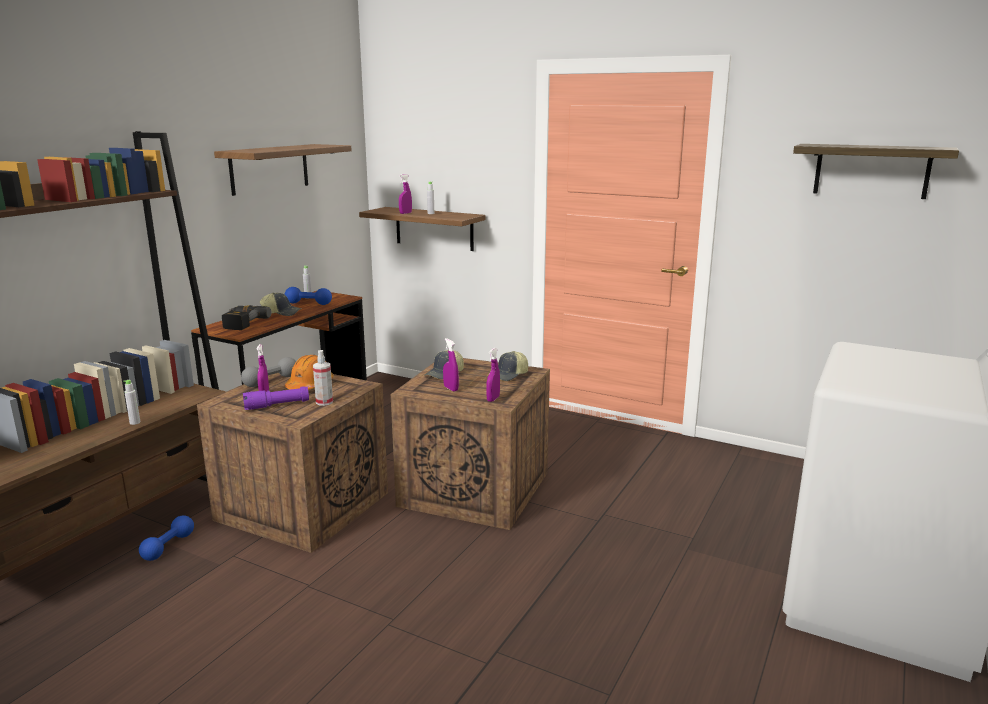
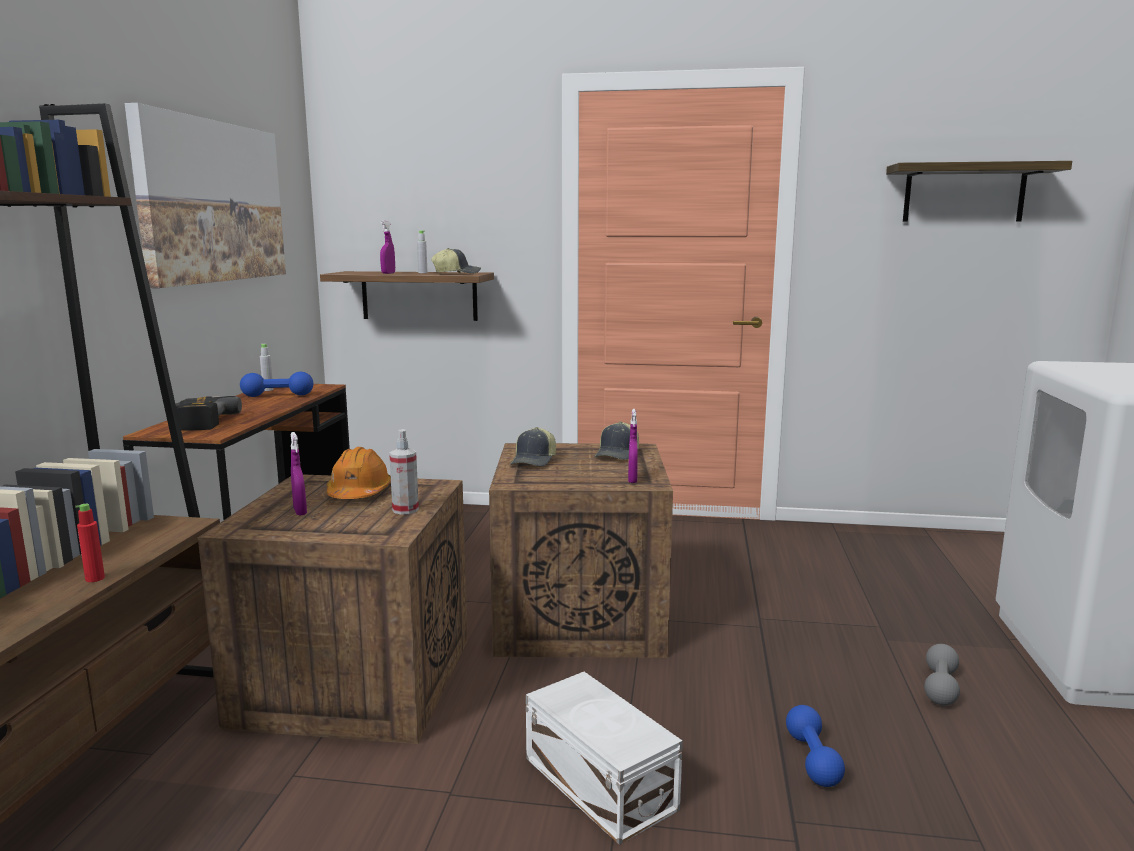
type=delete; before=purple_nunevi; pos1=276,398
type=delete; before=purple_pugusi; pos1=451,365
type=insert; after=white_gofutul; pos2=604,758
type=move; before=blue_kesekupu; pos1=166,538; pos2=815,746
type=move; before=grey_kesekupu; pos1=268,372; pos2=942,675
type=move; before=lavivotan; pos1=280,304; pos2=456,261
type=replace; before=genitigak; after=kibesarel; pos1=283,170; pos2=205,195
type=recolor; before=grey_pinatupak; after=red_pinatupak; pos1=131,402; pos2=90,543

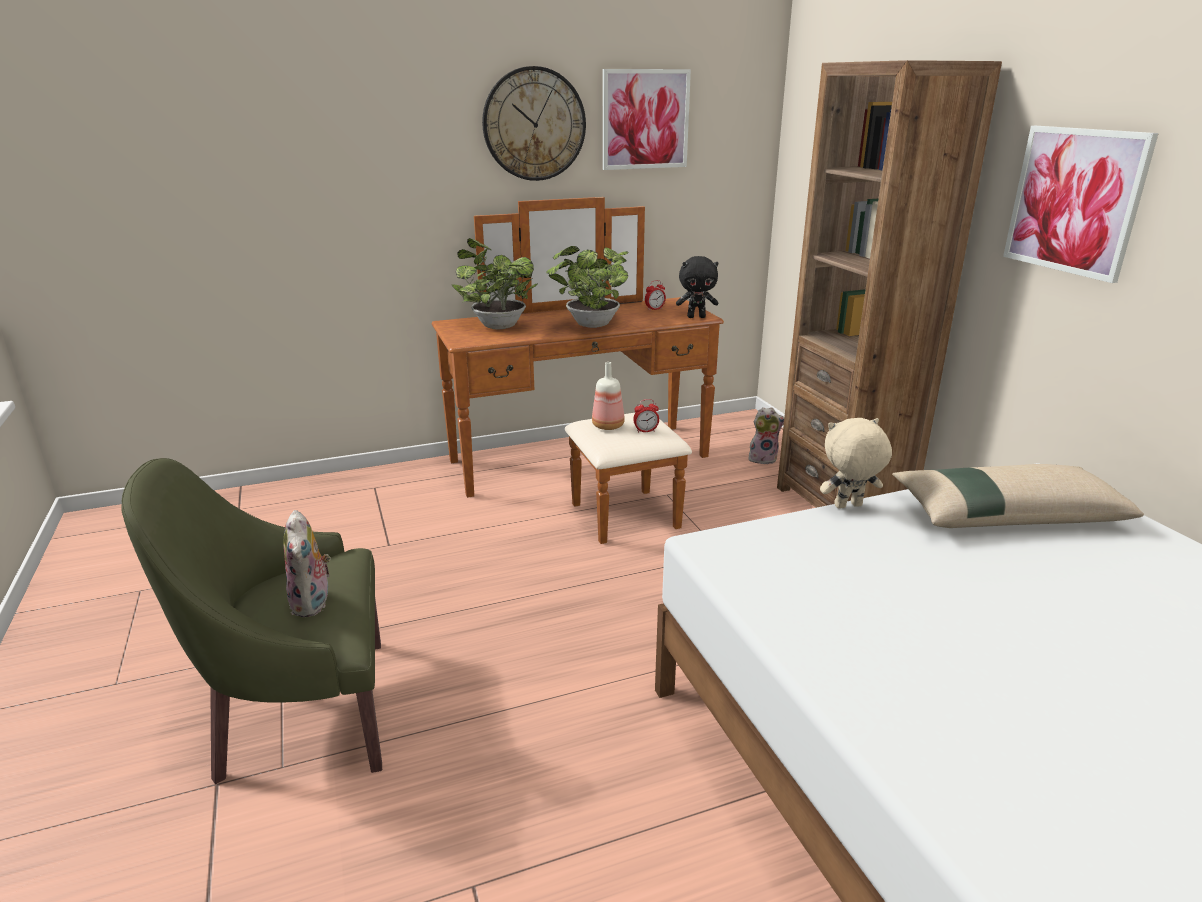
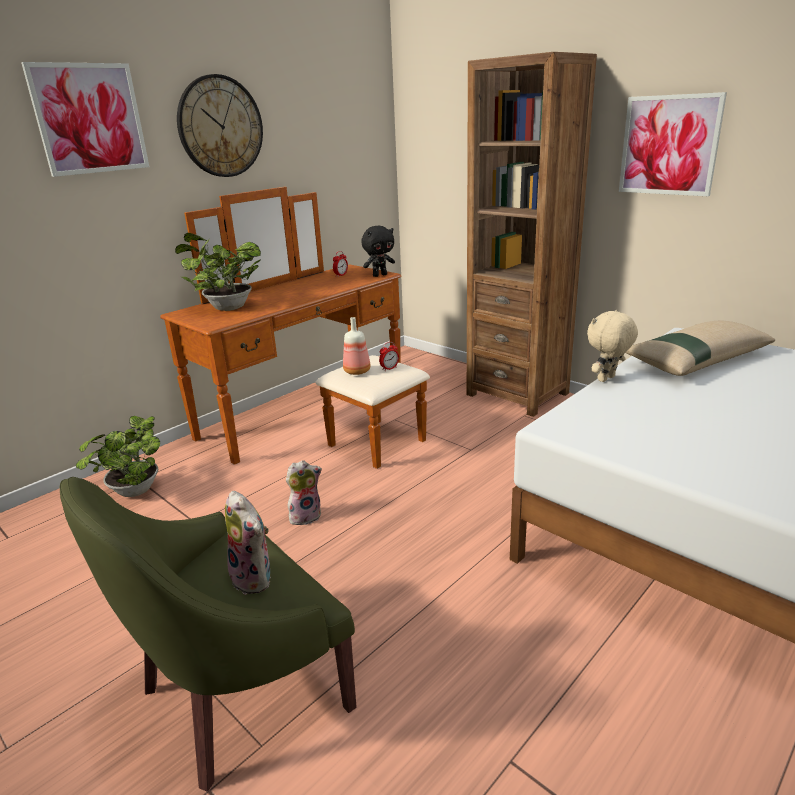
type=move; before=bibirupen; pos1=587,287; pos2=118,456
type=move; before=kibesarel; pos1=646,119; pos2=85,119
type=move; before=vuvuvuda; pos1=766,435; pos2=304,492

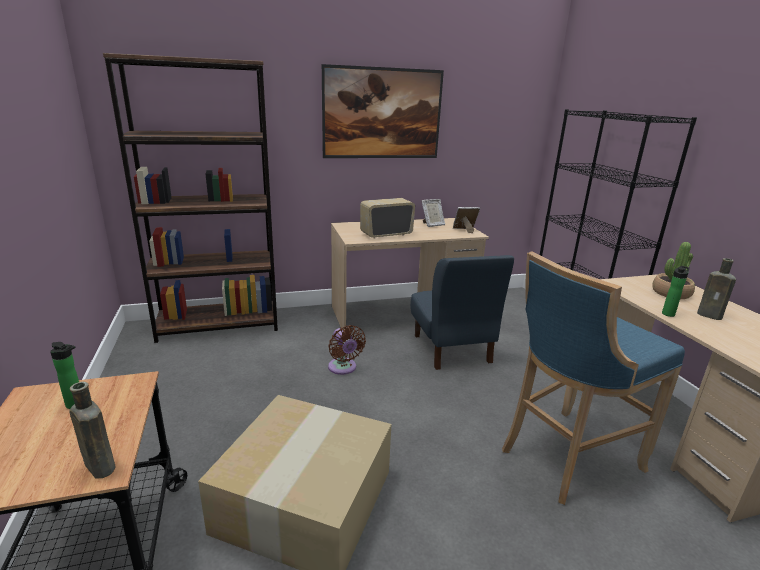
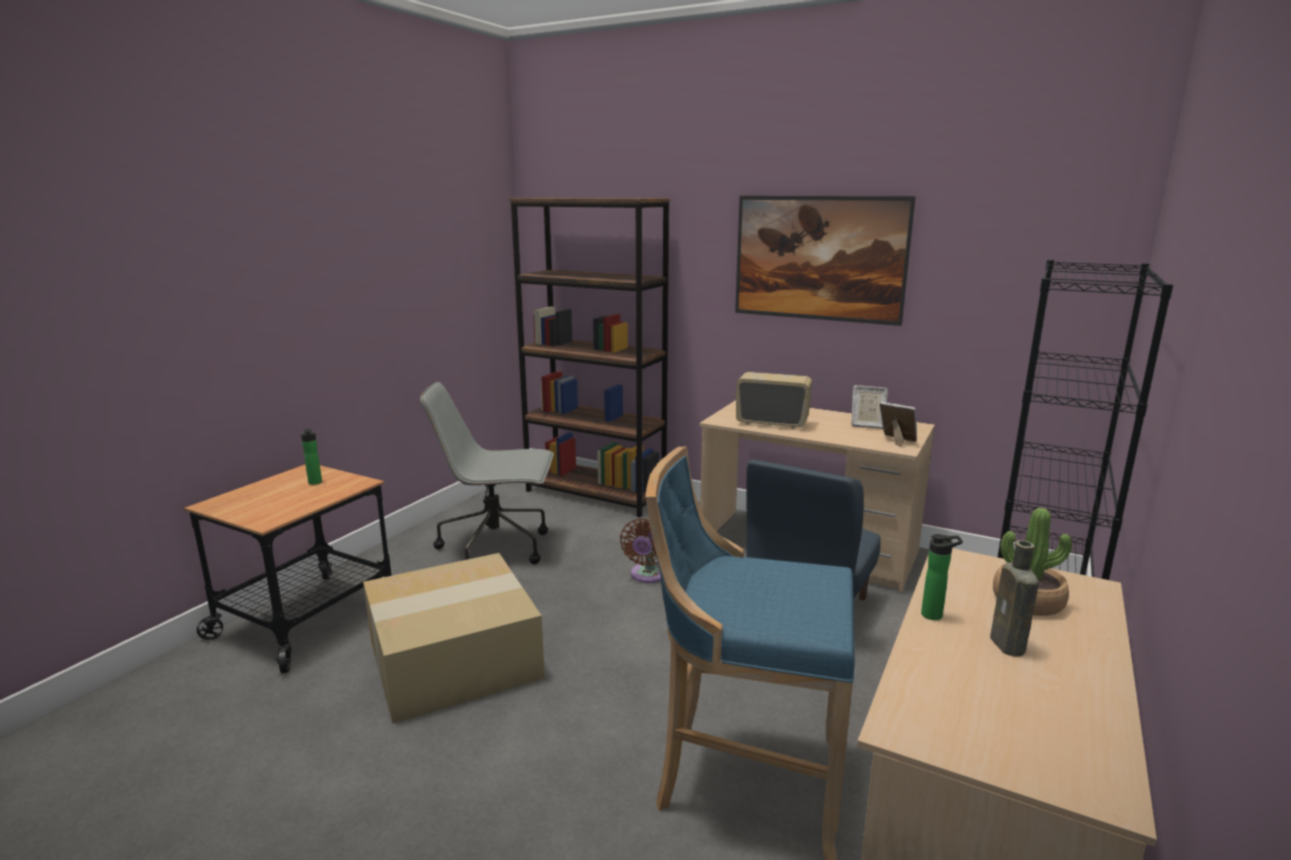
type=delete; before=brown_pinatupak; pos1=92,430
type=insert; after=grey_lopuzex; pos2=487,473

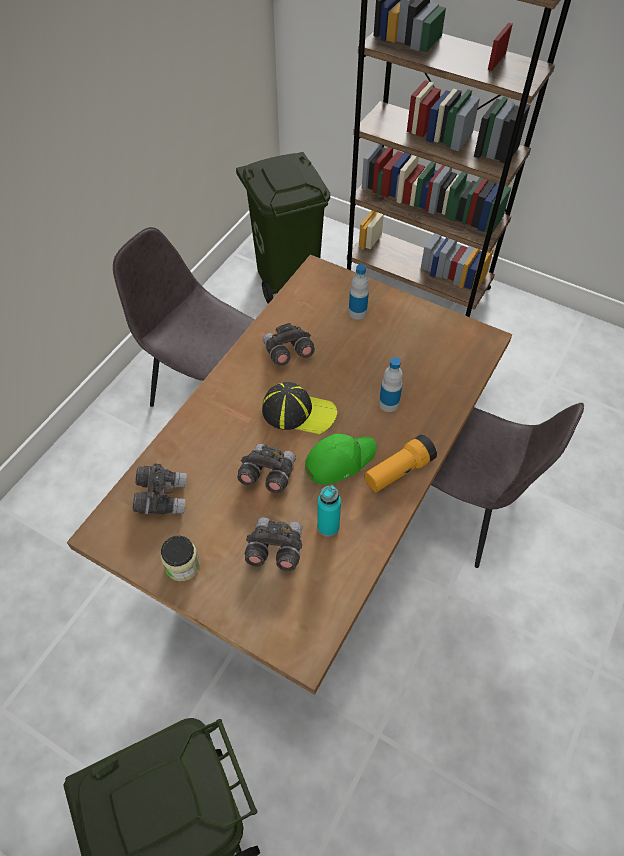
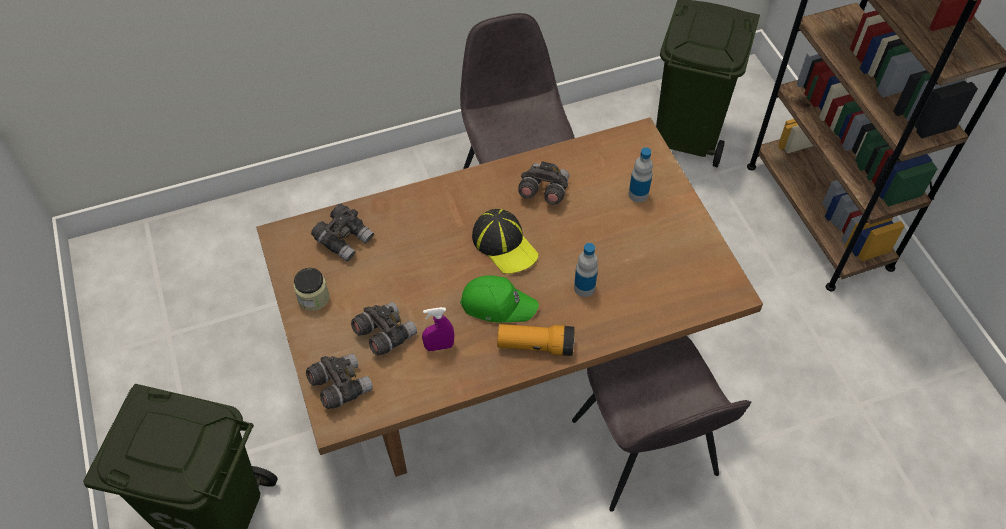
type=move; before=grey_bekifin; pos1=266,469; pos2=339,381
type=replace; before=turquoise_pinatupak; after=purple_pugusi; pos1=329,510; pos2=438,329

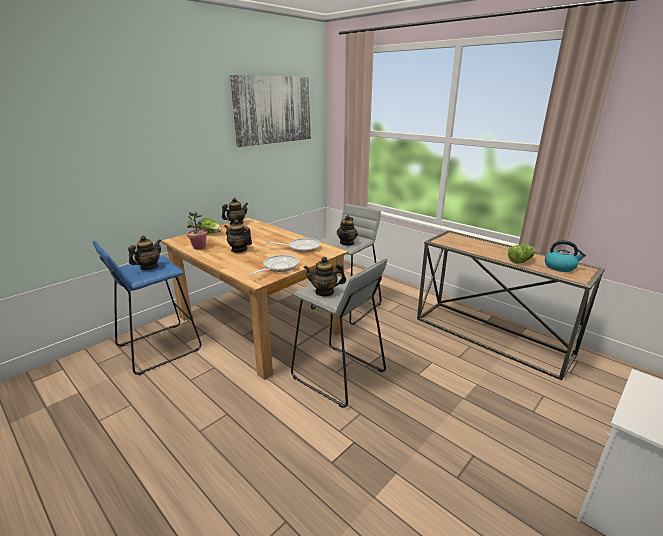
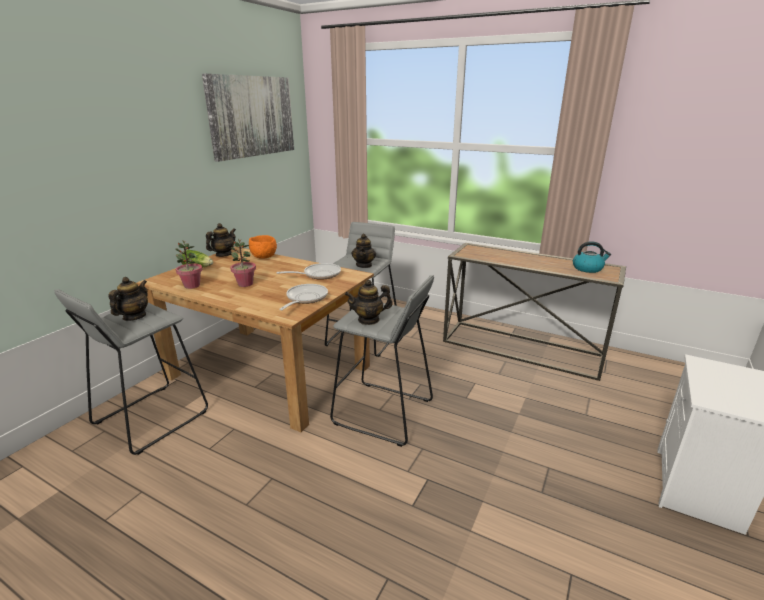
type=delete; before=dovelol; pos1=521,254
type=insert; after=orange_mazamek; pos2=263,247
type=replace; before=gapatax; after=bibirupen; pos1=238,236; pos2=243,263
type=recolor; before=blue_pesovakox; after=grey_pesovakox; pos1=146,308; pos2=131,372

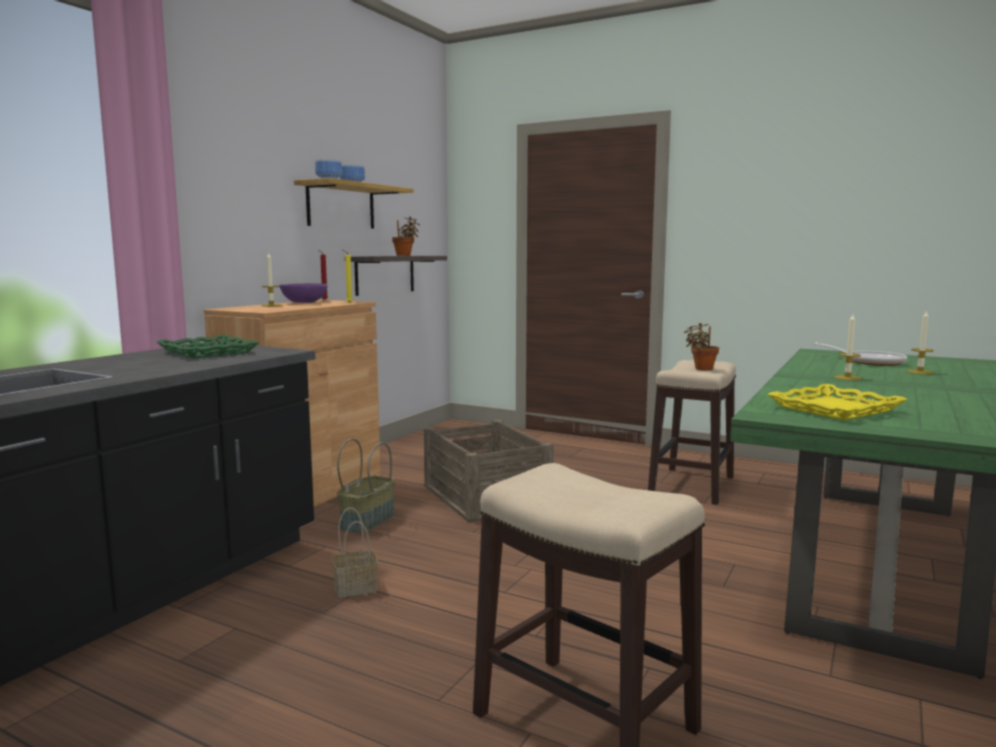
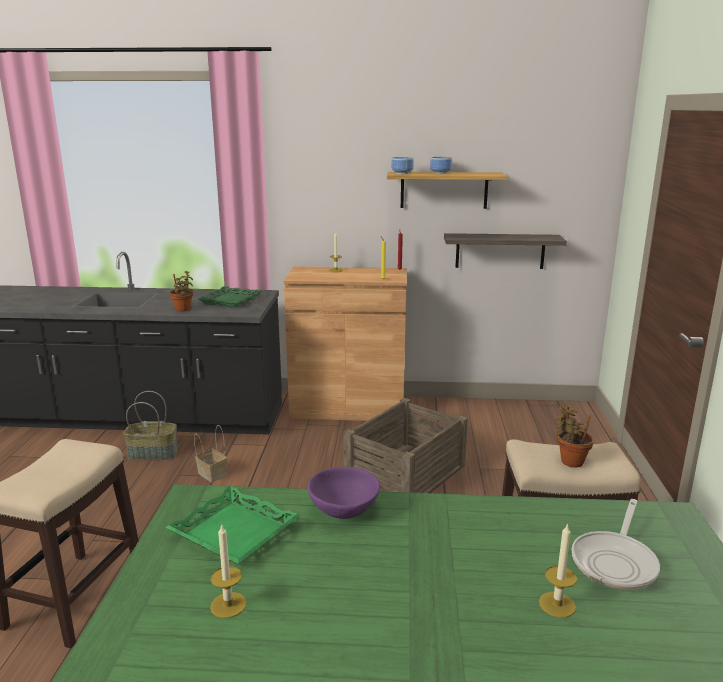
type=move; before=purple_mazamek; pos1=303,293; pos2=343,493
type=move; before=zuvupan; pos1=366,486; pos2=150,425
type=move; before=bibirupen; pos1=406,236; pos2=181,291
type=move; before=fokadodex; pos1=847,347; pos2=228,570
type=recolor; before=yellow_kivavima; after=green_kivavima; pos1=837,402; pos2=232,525

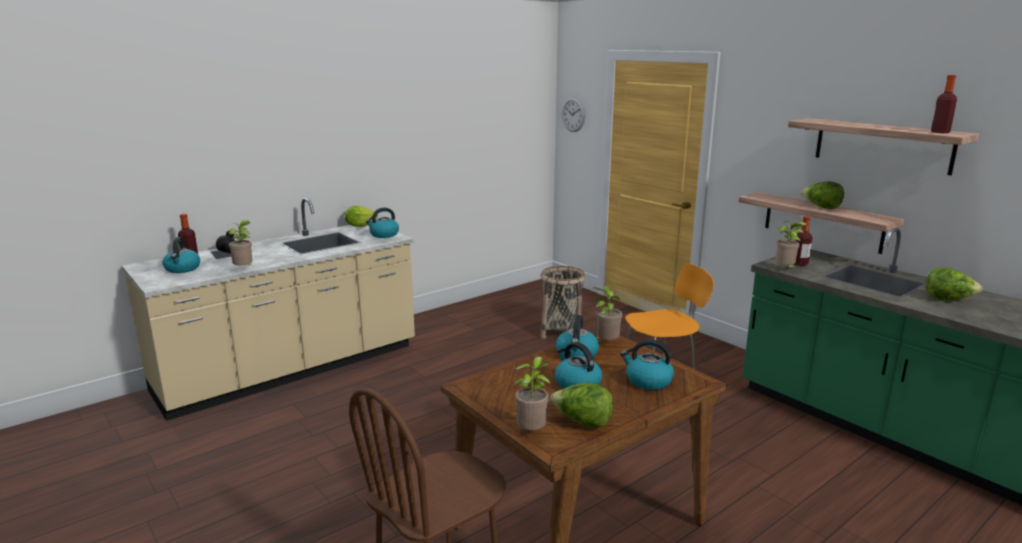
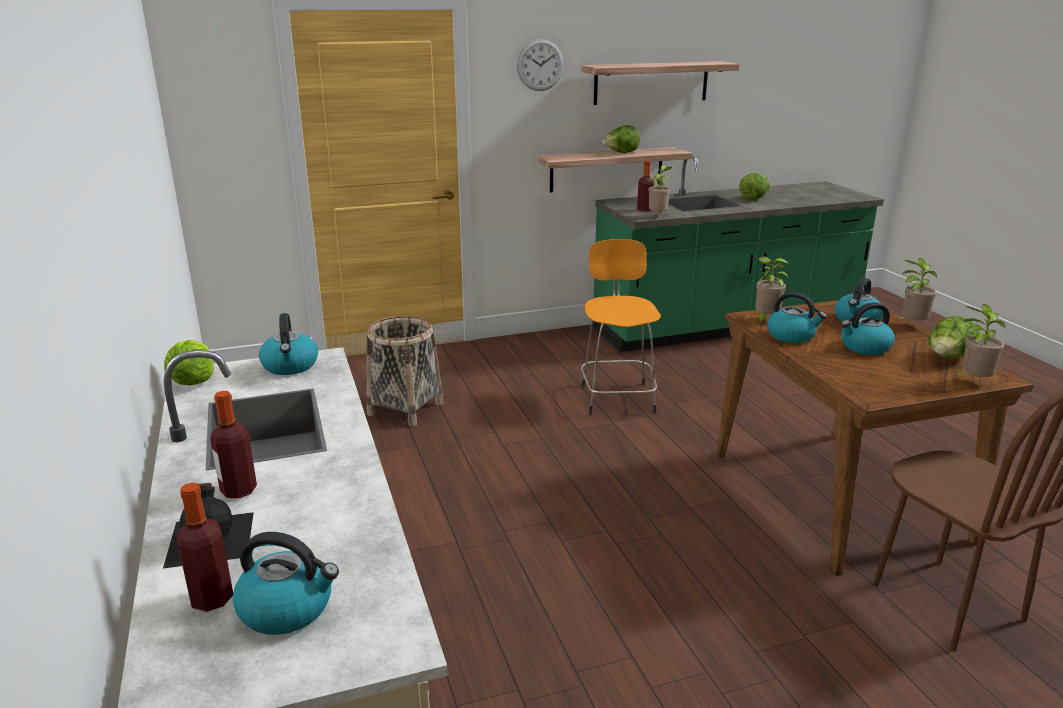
type=move; before=bibirupen; pos1=240,243; pos2=917,289
type=move; before=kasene; pos1=573,115; pos2=540,65
type=move; before=pinatupak; pos1=944,104; pos2=233,444

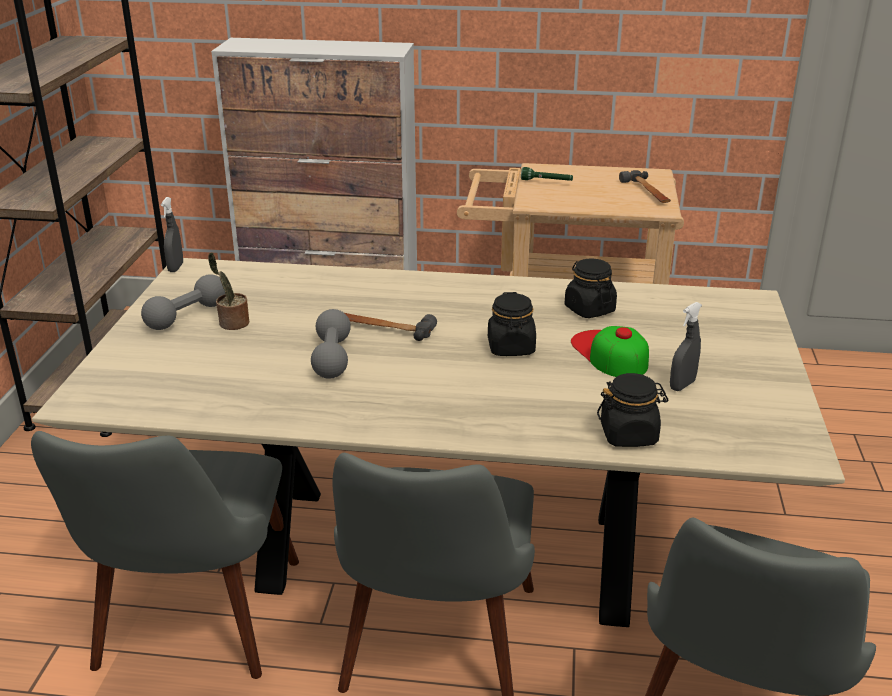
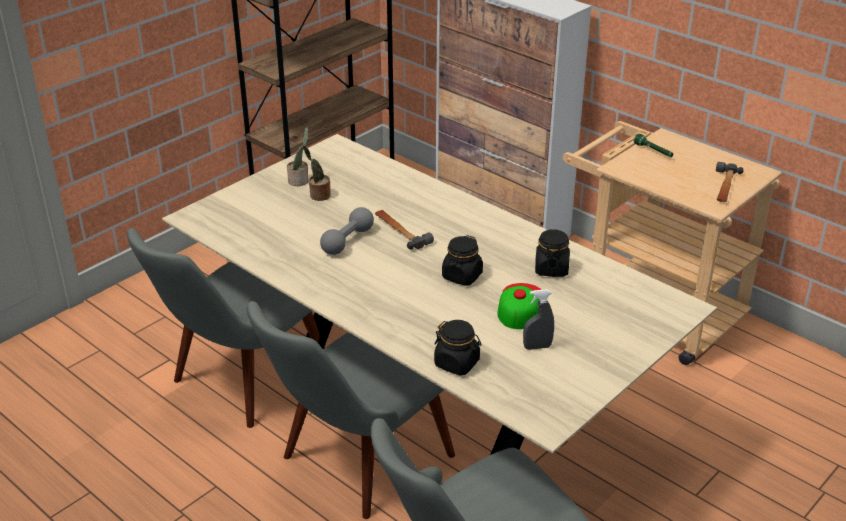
type=delete; before=grey_pugusi; pos1=172,234
type=replace; before=grey_kesekupu; after=bibirupen; pos1=183,302; pos2=298,156

